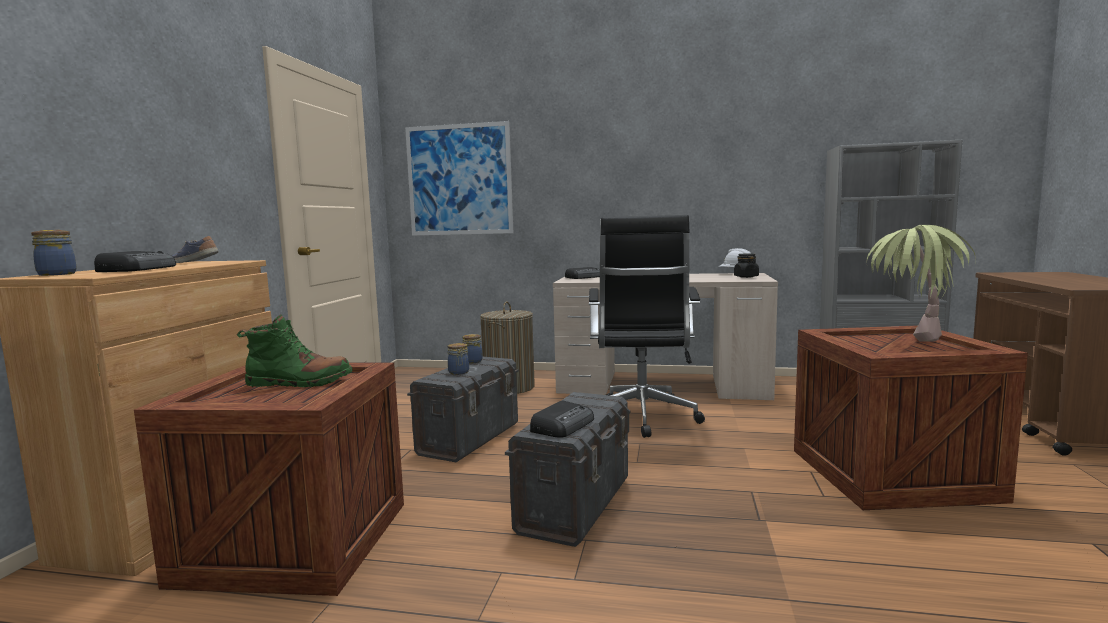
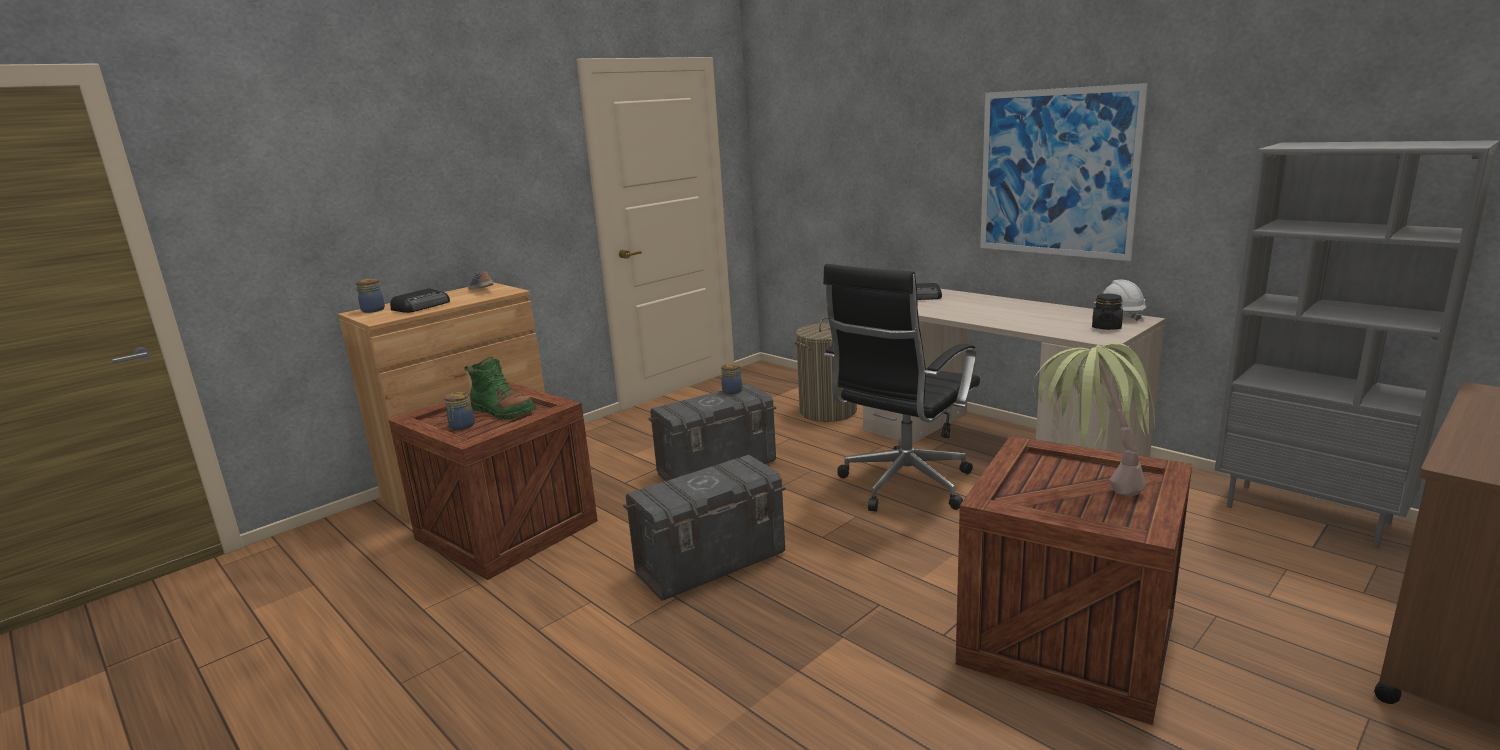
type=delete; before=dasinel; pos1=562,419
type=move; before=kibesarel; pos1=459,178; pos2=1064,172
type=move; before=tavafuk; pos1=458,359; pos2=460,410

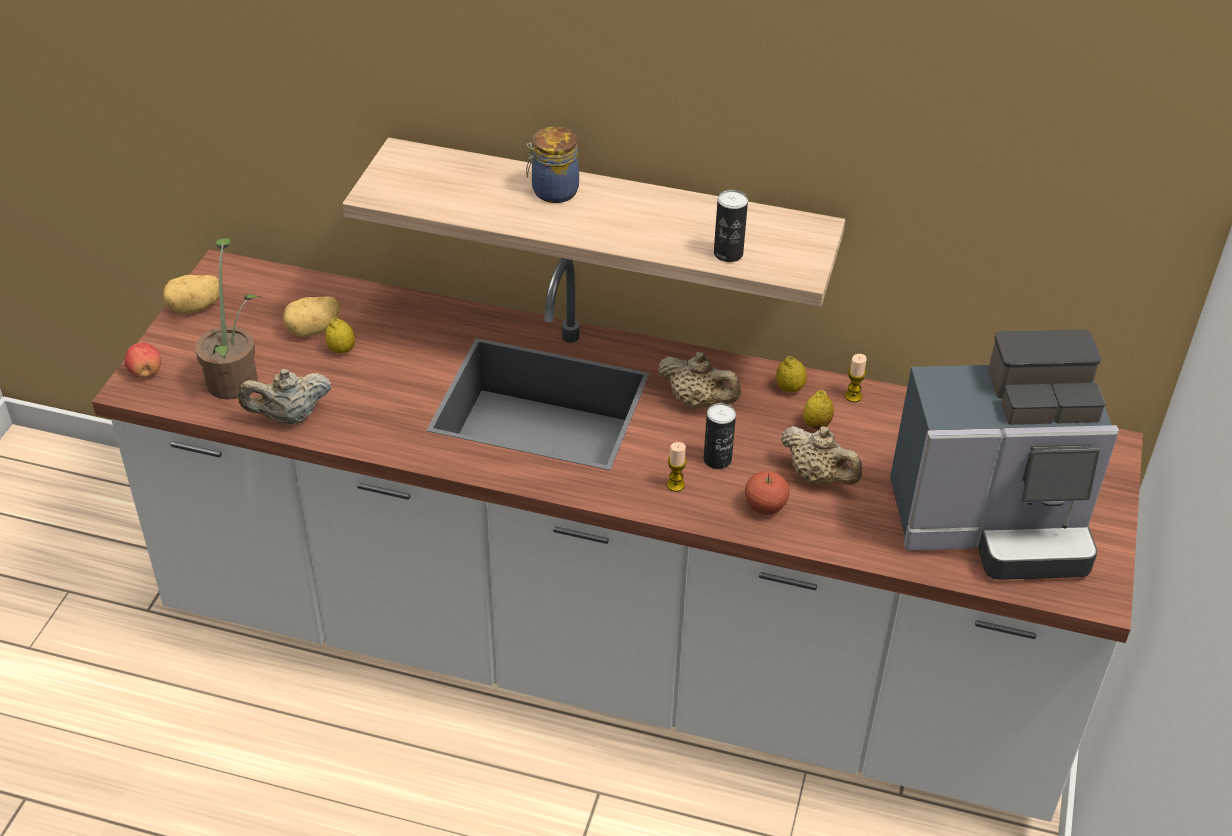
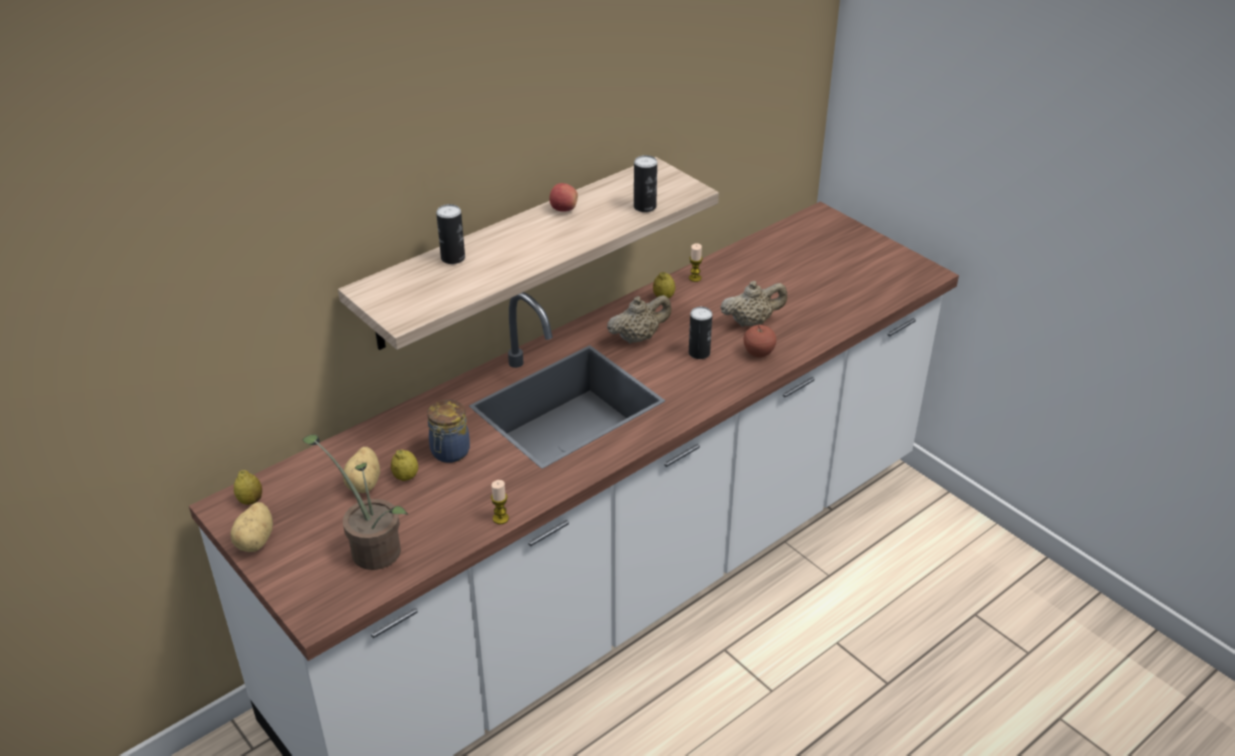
type=delete; before=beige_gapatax; pos1=284,396
type=delete; before=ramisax; pos1=1004,454
type=insert; after=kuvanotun; pos2=450,234
type=move; before=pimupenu; pos1=142,360; pos2=564,197
type=move; before=tavafuk; pos1=552,164; pos2=448,431
type=move; before=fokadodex; pos1=677,467; pos2=500,502
type=move; before=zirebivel; pos1=818,410; pos2=248,487

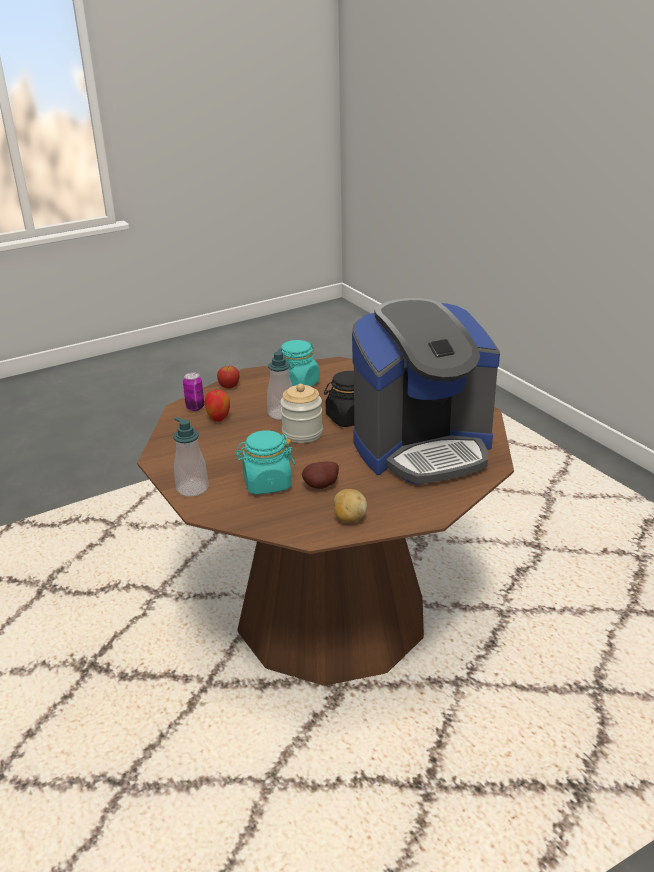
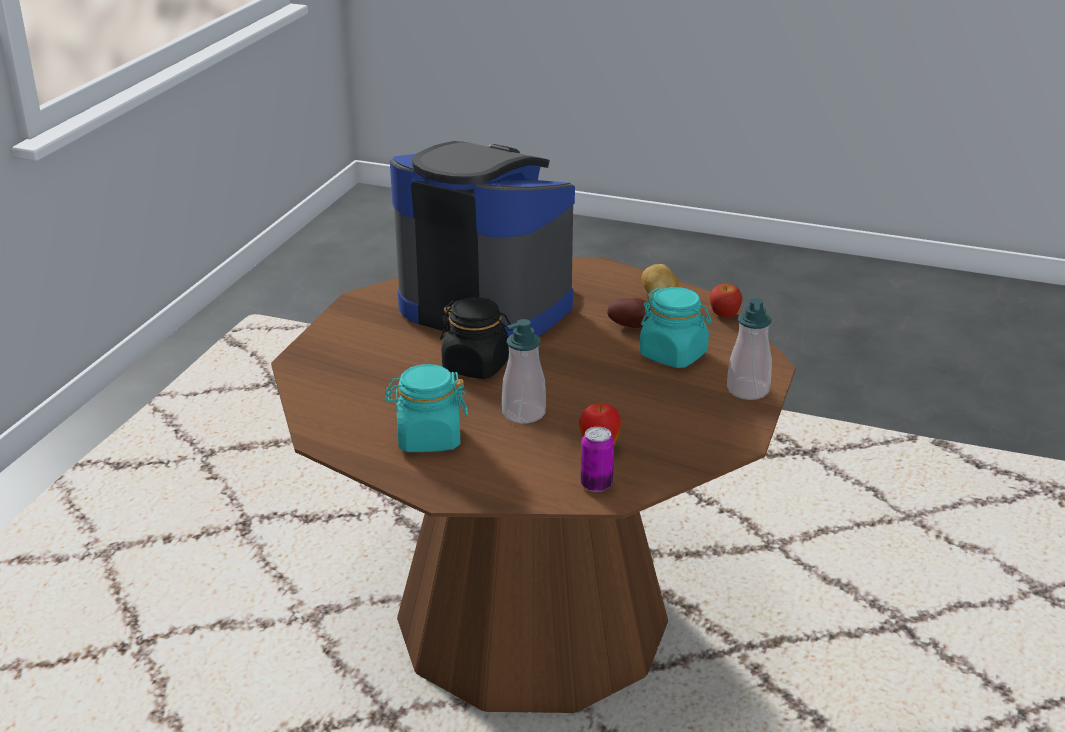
type=delete; before=tavafuk; pos1=301,413
type=move; before=pimupenu; pos1=228,377; pos2=726,301

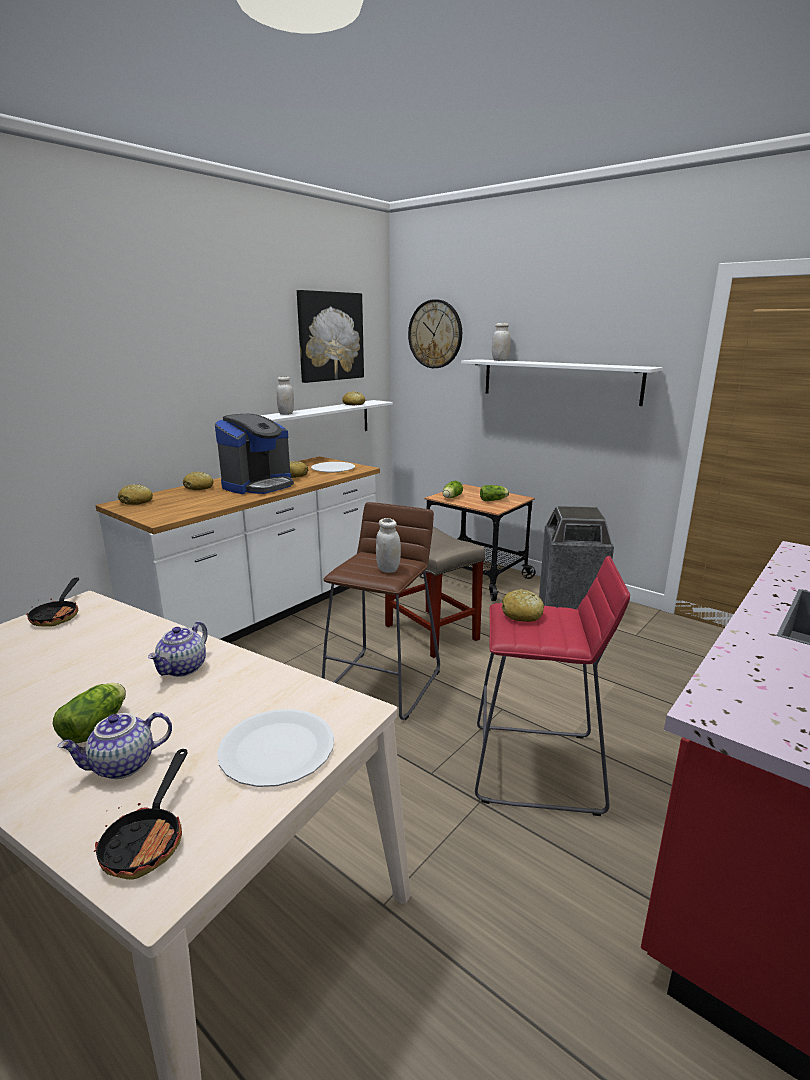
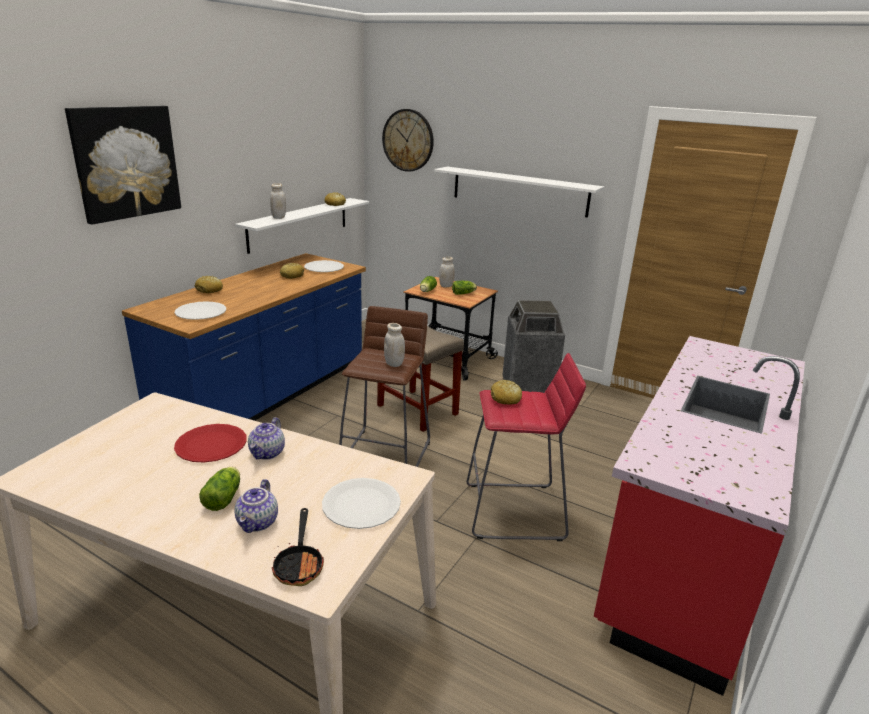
type=delete; before=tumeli; pos1=53,602
type=delete; before=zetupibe; pos1=135,494
type=delete; before=ramisax; pos1=254,454
type=insert; after=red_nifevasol; pos2=210,443
type=insert; after=white_nifevasol; pos2=200,310
type=move; before=kibesarel; pos1=330,336; pos2=123,165
type=move; before=white_tavafuk; pos1=501,342; pos2=447,272
type=recolor; before=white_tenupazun; after=blue_tenupazun; pos1=237,549; pos2=244,337
type=rotate; before=gapatax; pos1=115,745; pos2=256,506; turn=-45

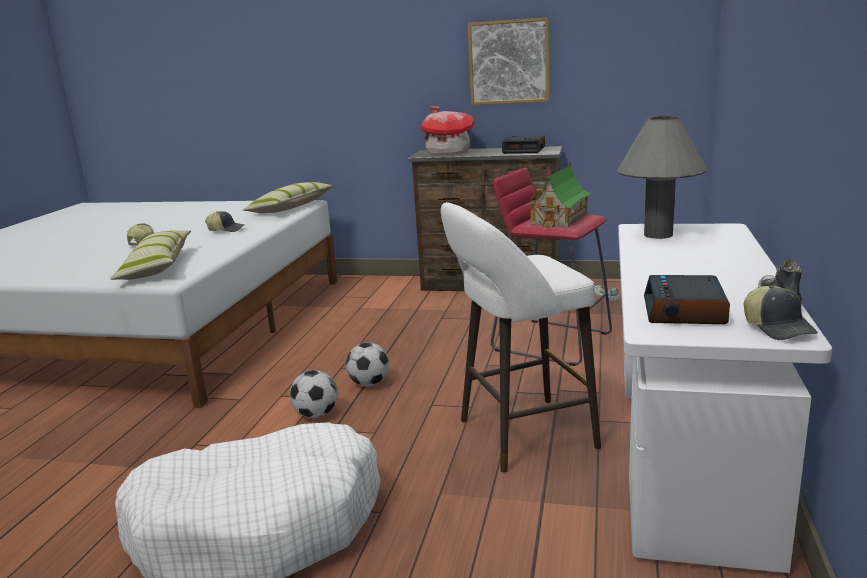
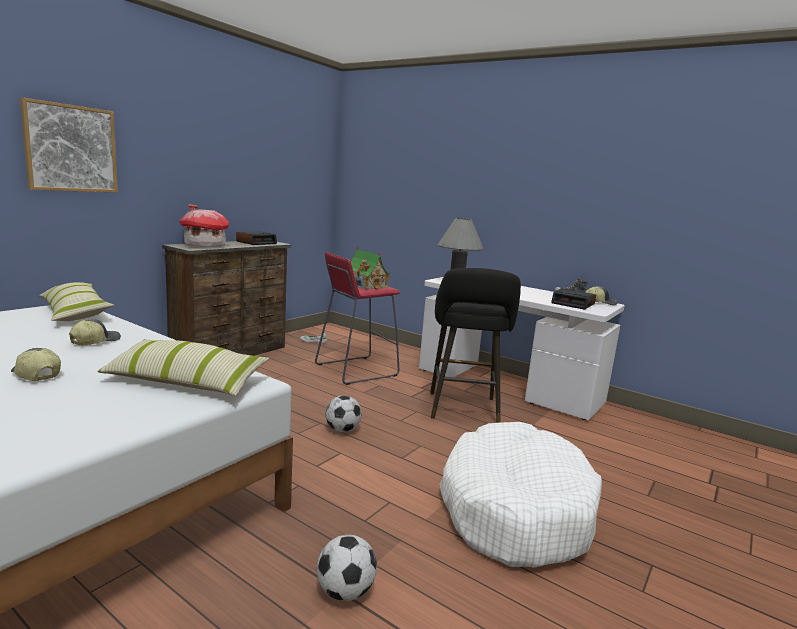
type=move; before=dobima; pos1=314,394; pos2=347,568
type=move; before=kibesarel; pos1=508,61; pos2=69,145
type=recolor; before=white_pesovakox; after=black_pesovakox; pos1=521,337; pos2=475,345

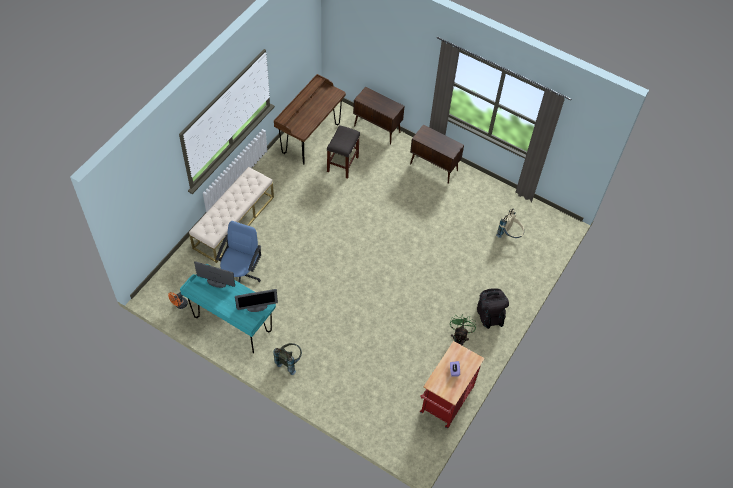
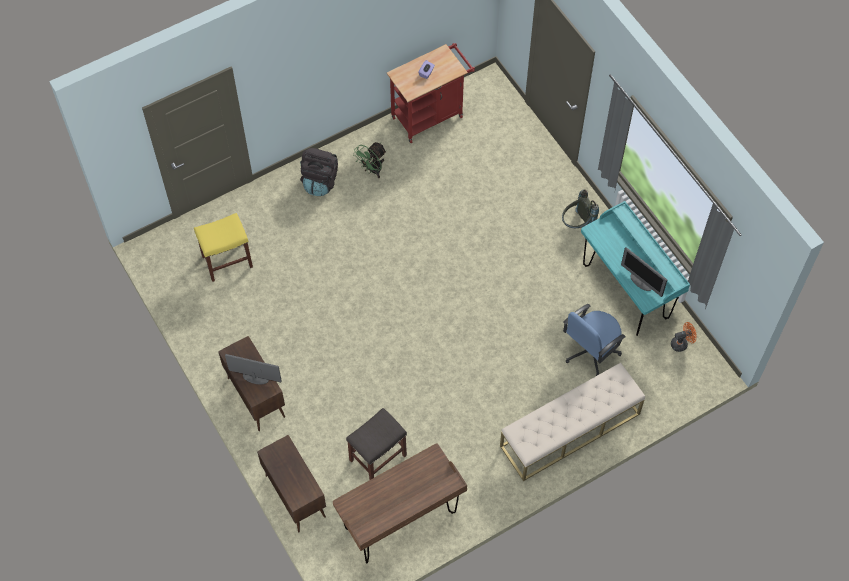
type=move; before=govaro; pos1=256,300; pos2=253,369
type=replace; before=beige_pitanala; after=yellow_pesovakox; pos1=510,223; pos2=223,247

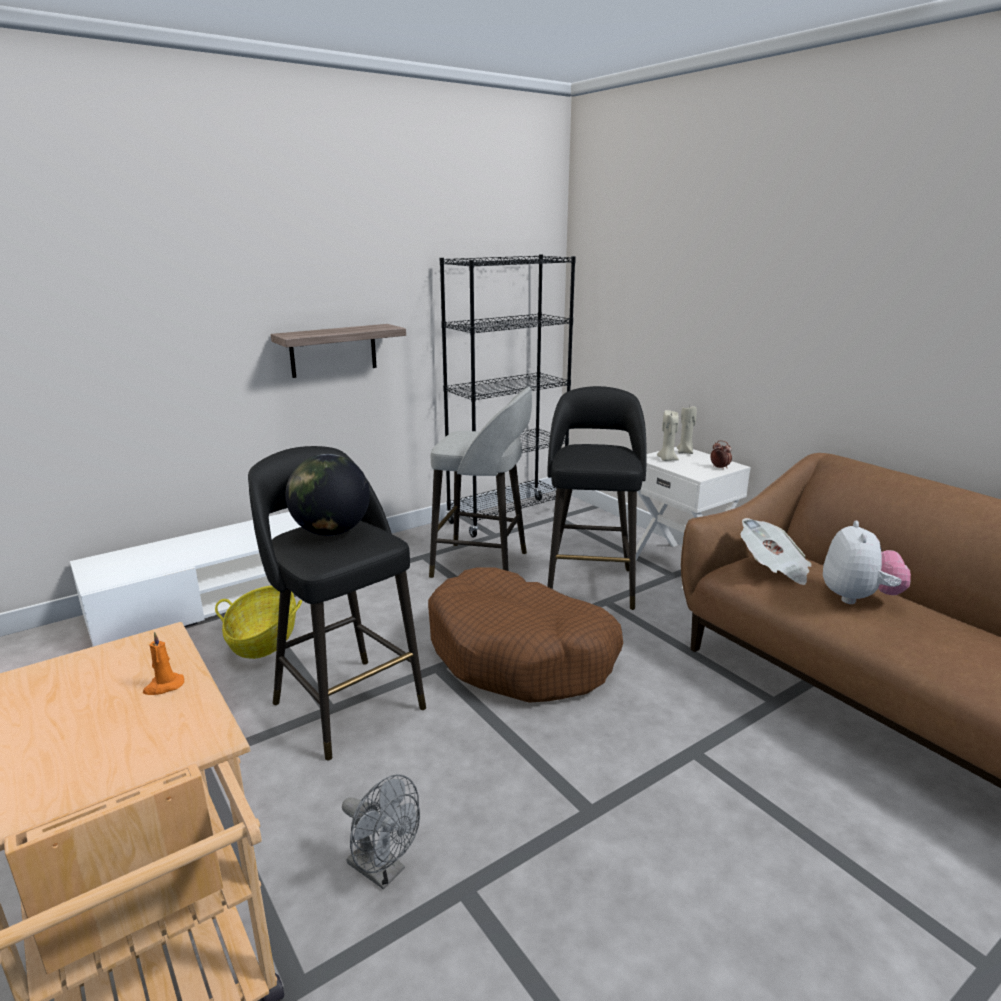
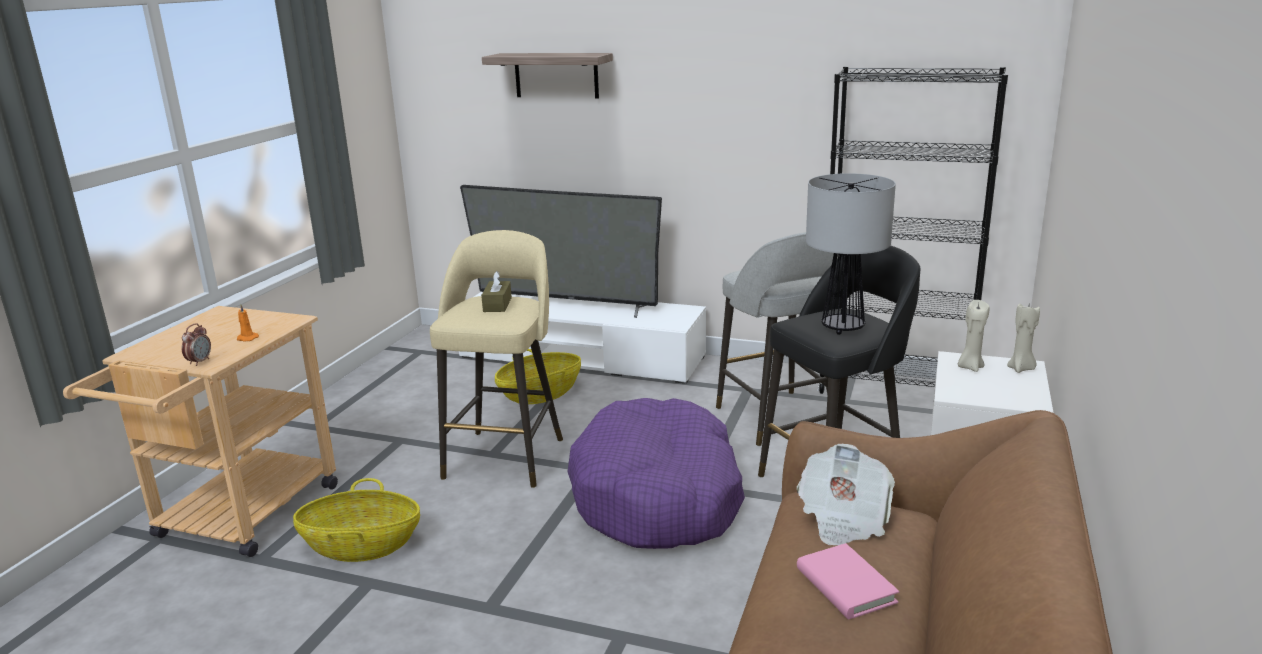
type=insert; after=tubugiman; pos2=561,251
type=insert; after=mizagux; pos2=851,254
type=move; before=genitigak; pos1=338,351; pos2=547,76
type=move; before=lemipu; pos1=721,454; pos2=196,344
type=replace; before=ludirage; after=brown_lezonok; pos1=328,495; pos2=496,291
type=replace; before=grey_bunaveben; after=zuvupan; pos1=381,832; pos2=356,520
type=replace; before=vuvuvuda; after=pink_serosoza; pos1=867,562; pos2=848,581
type=recolor; before=black_pesovakox; after=beige_pesovakox; pos1=337,603; pos2=496,359
type=recolor; before=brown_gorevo; after=purple_gorevo; pos1=525,635; pos2=656,473

